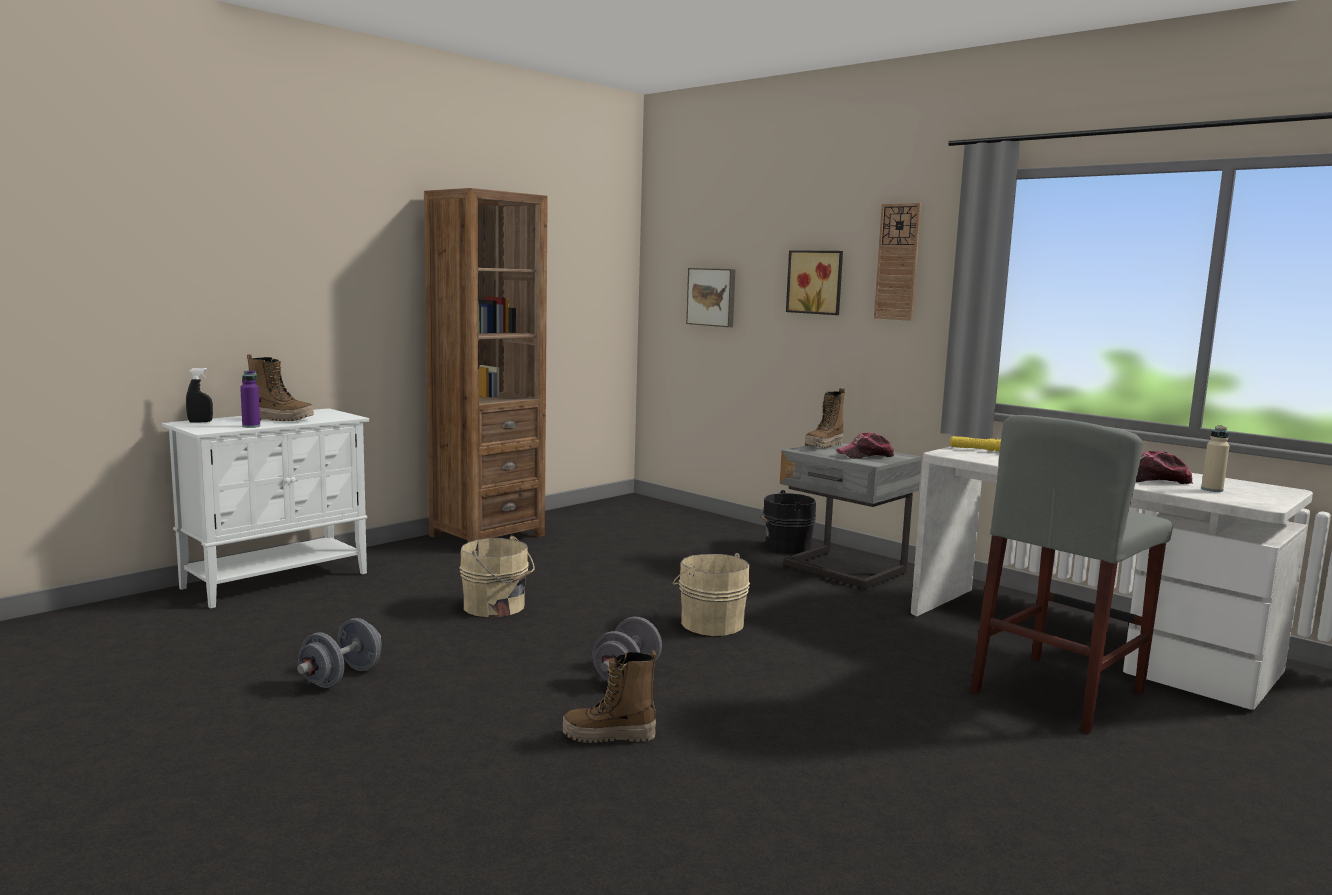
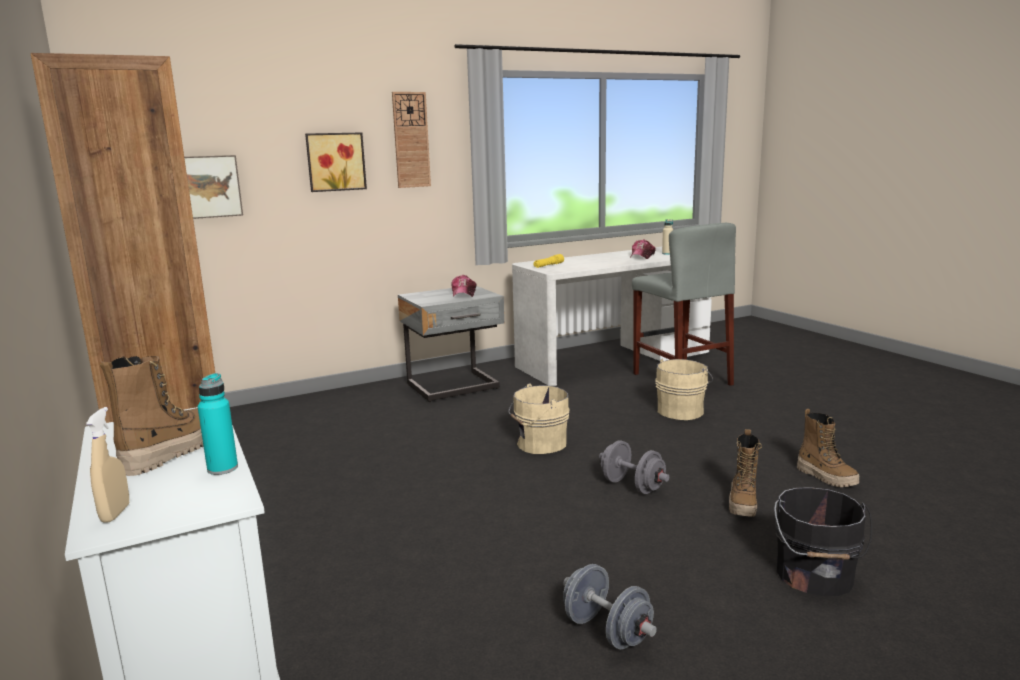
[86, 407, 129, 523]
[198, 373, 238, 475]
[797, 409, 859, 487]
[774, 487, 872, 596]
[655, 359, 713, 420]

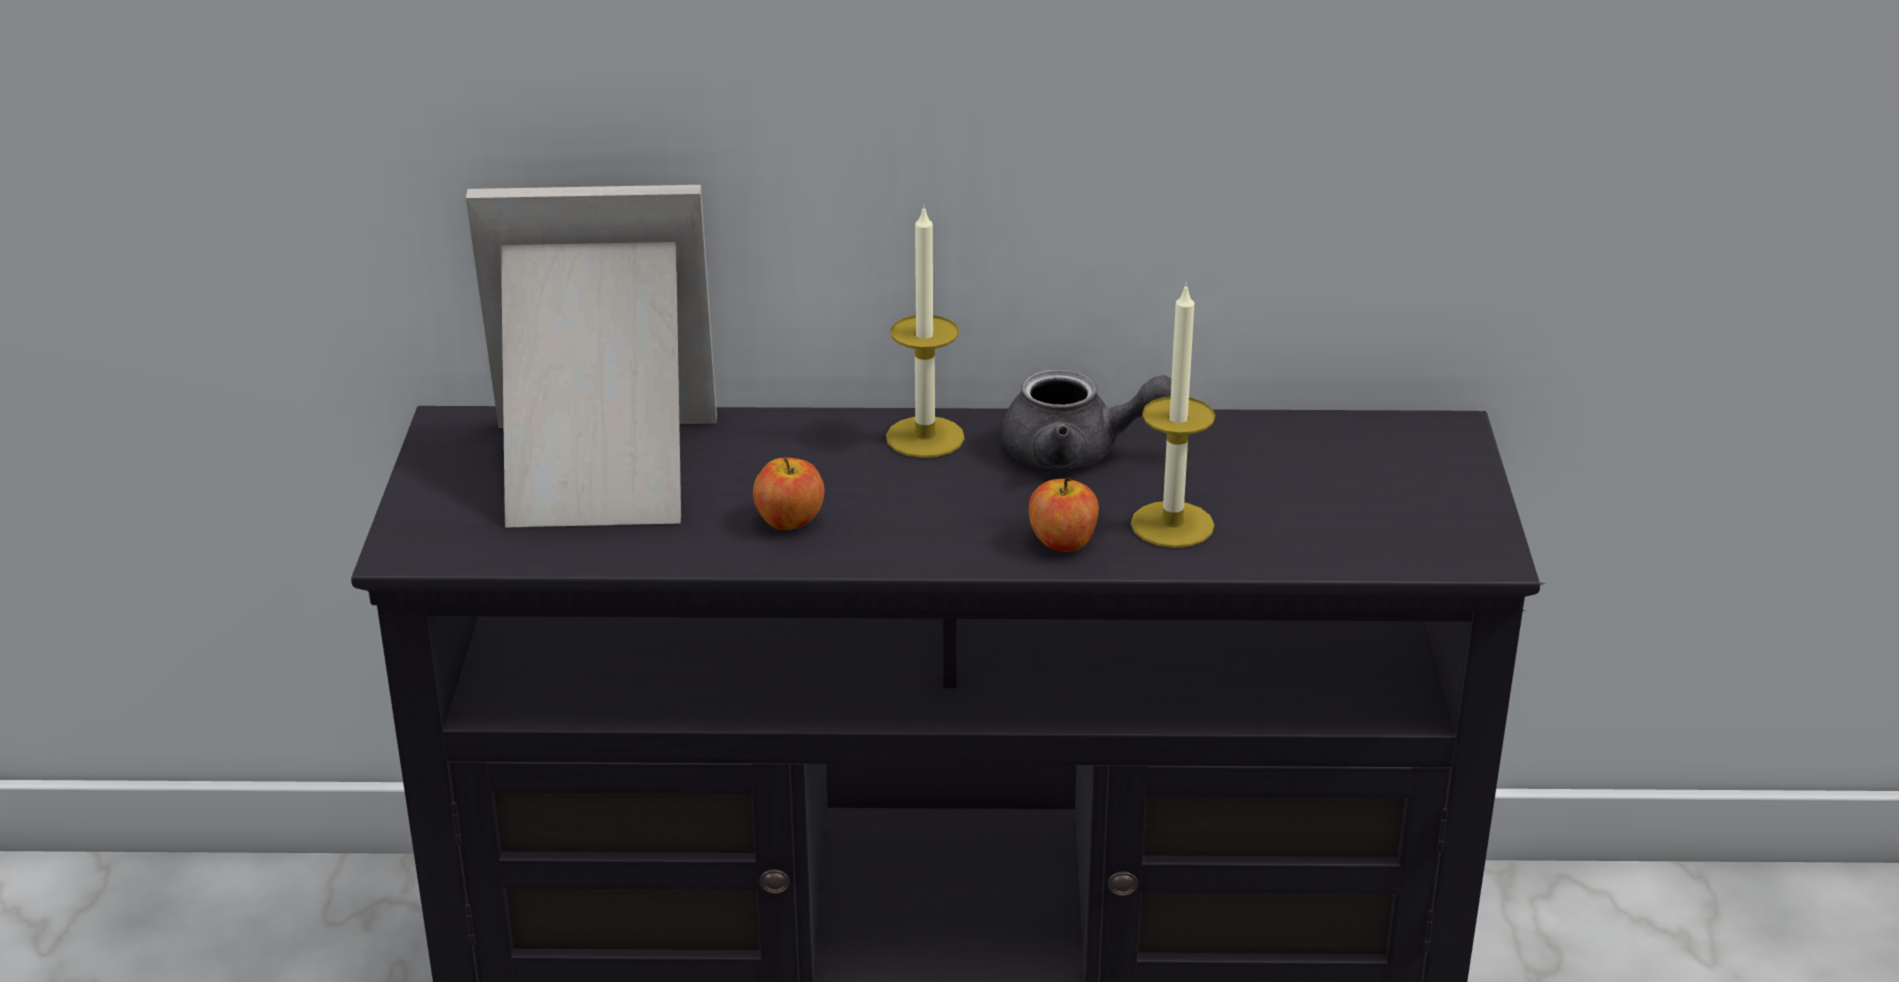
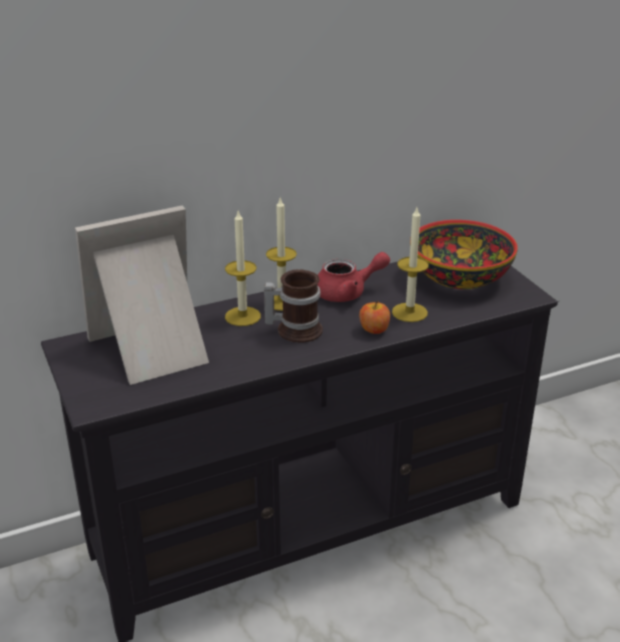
[318, 252, 390, 302]
[753, 457, 824, 530] (first image)
[225, 211, 261, 326]
[410, 220, 518, 290]
[264, 269, 323, 343]

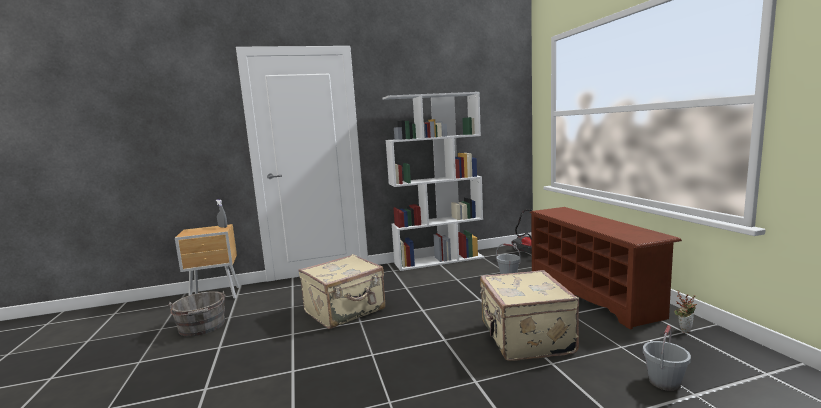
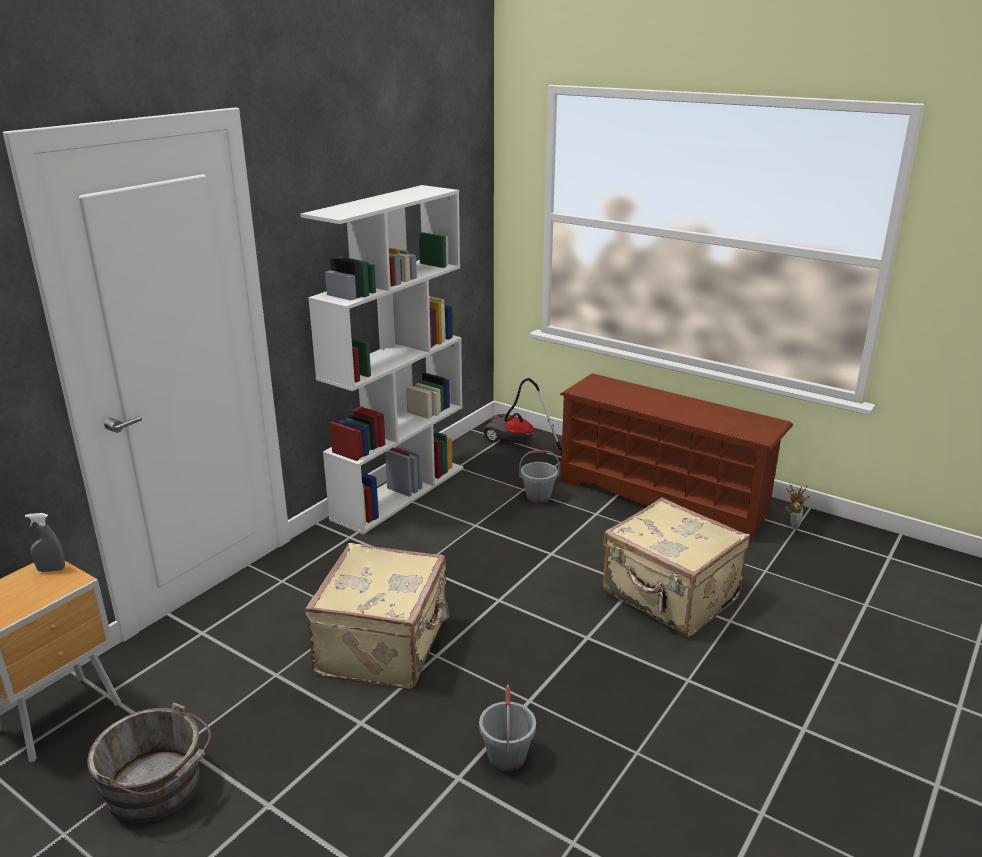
[479, 685, 536, 772]

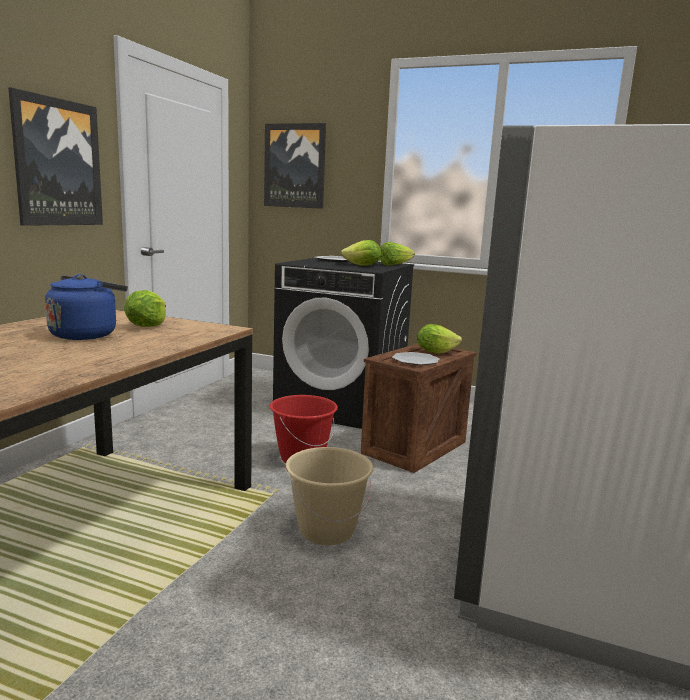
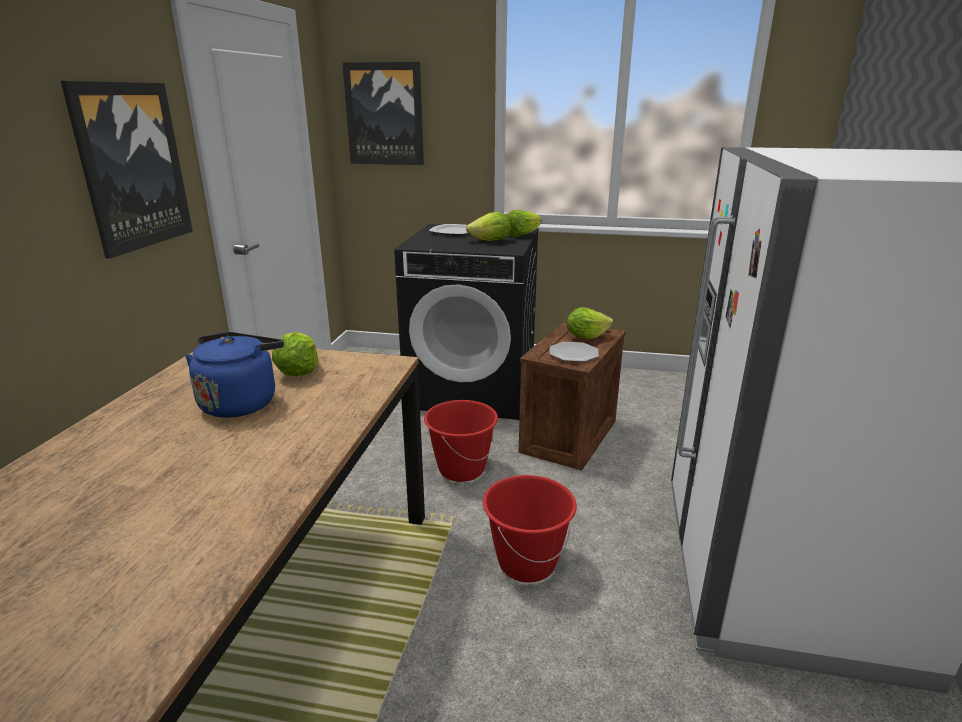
[483, 475, 577, 582]

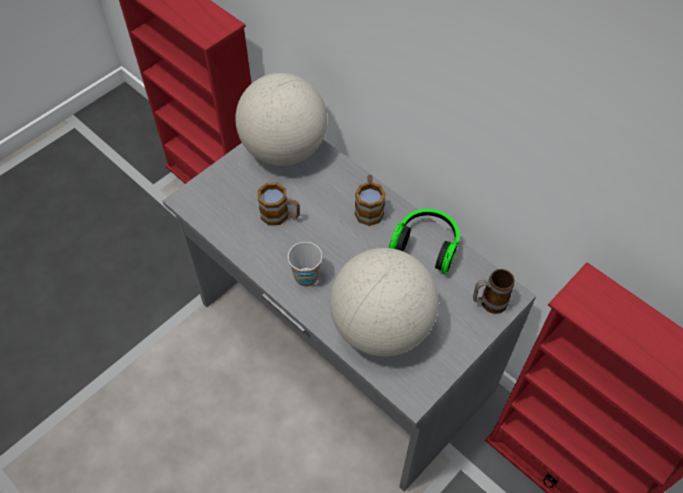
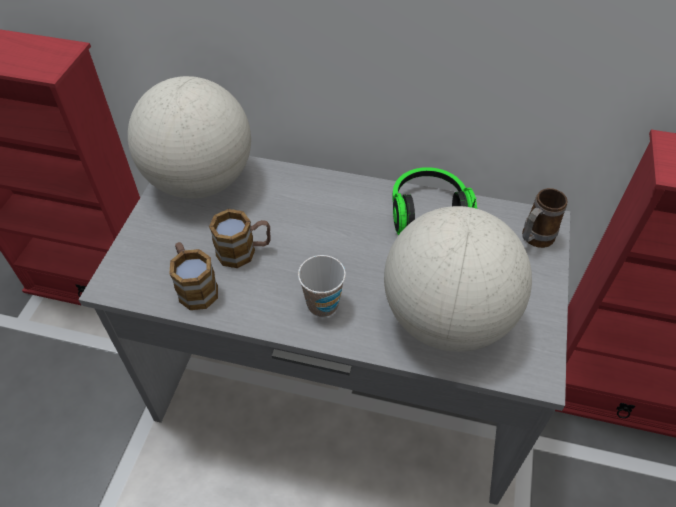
[169, 242, 218, 310]

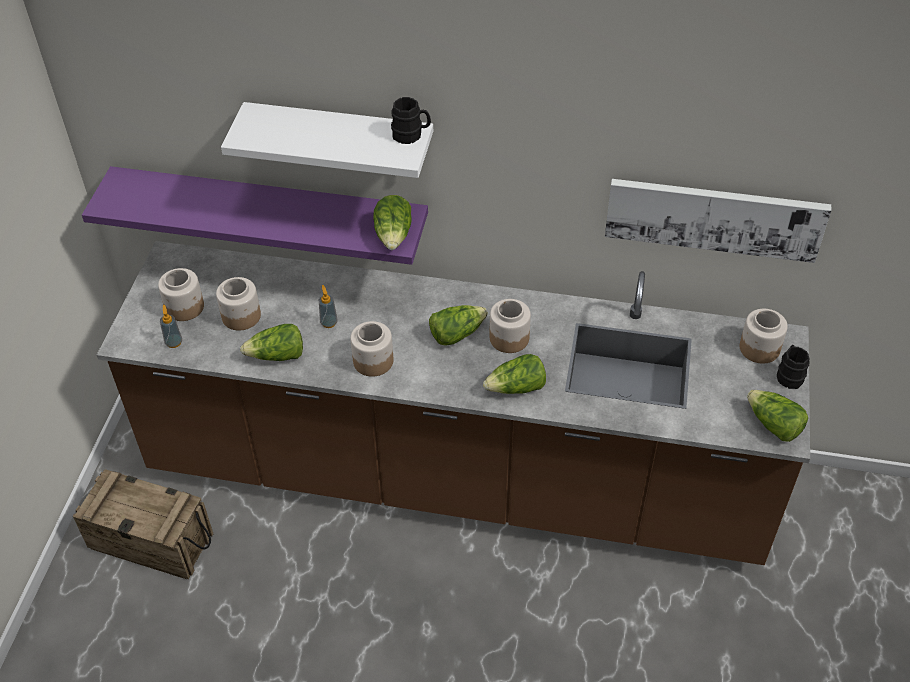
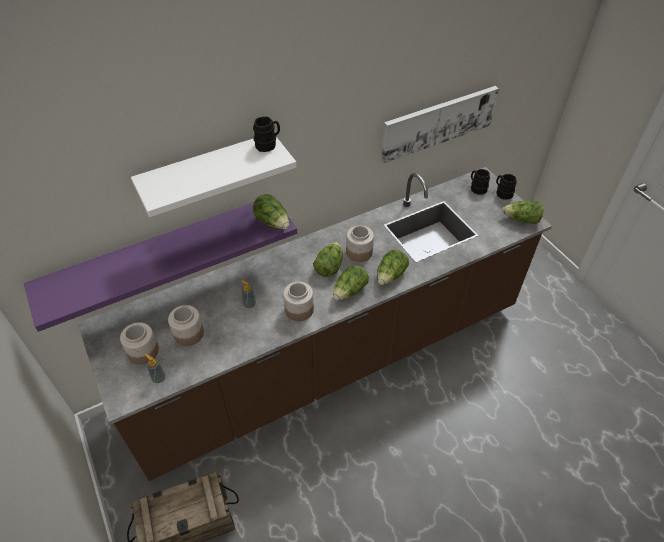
[471, 169, 490, 195]
[333, 265, 369, 300]

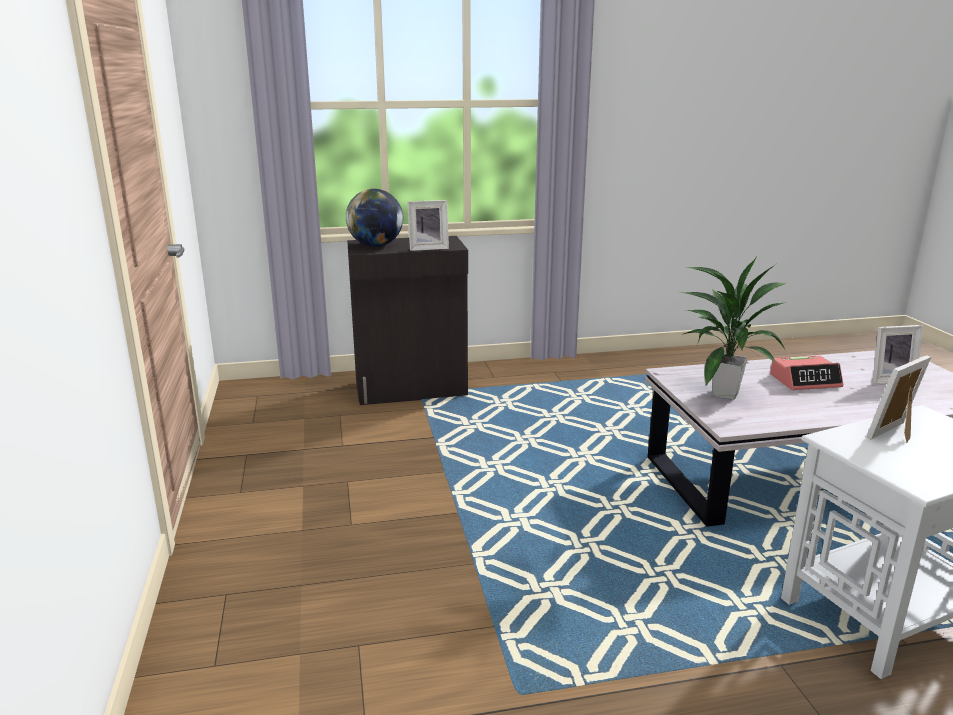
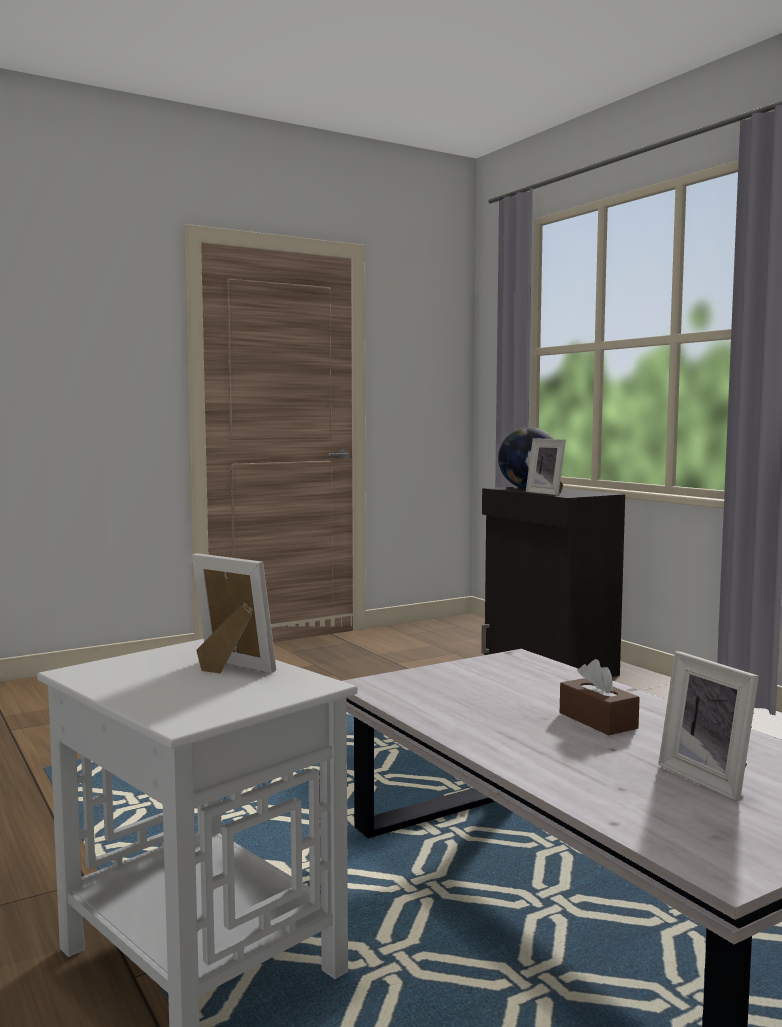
[680, 258, 788, 400] (first image)
[560, 659, 640, 735]

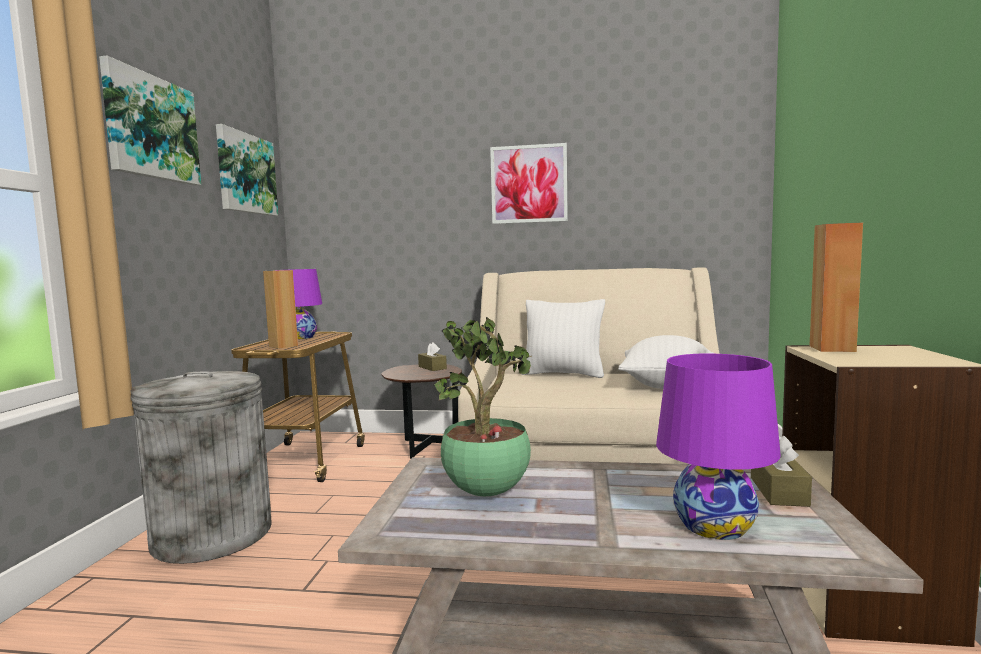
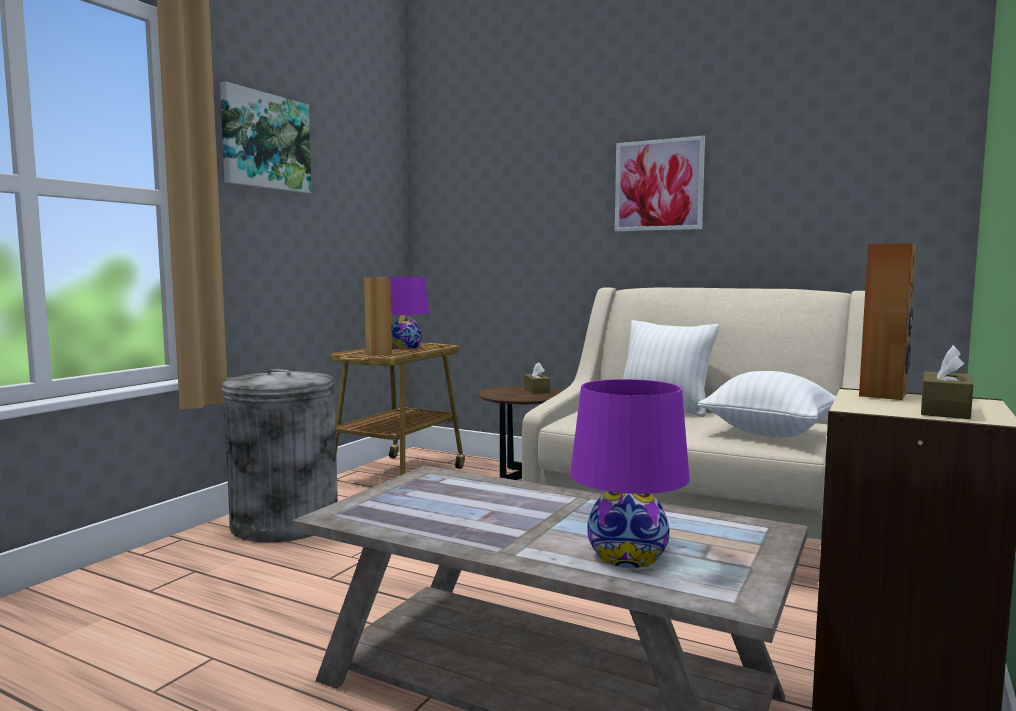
[216, 124, 278, 216] (first image)
[433, 317, 532, 496] (first image)
[921, 345, 973, 419]

